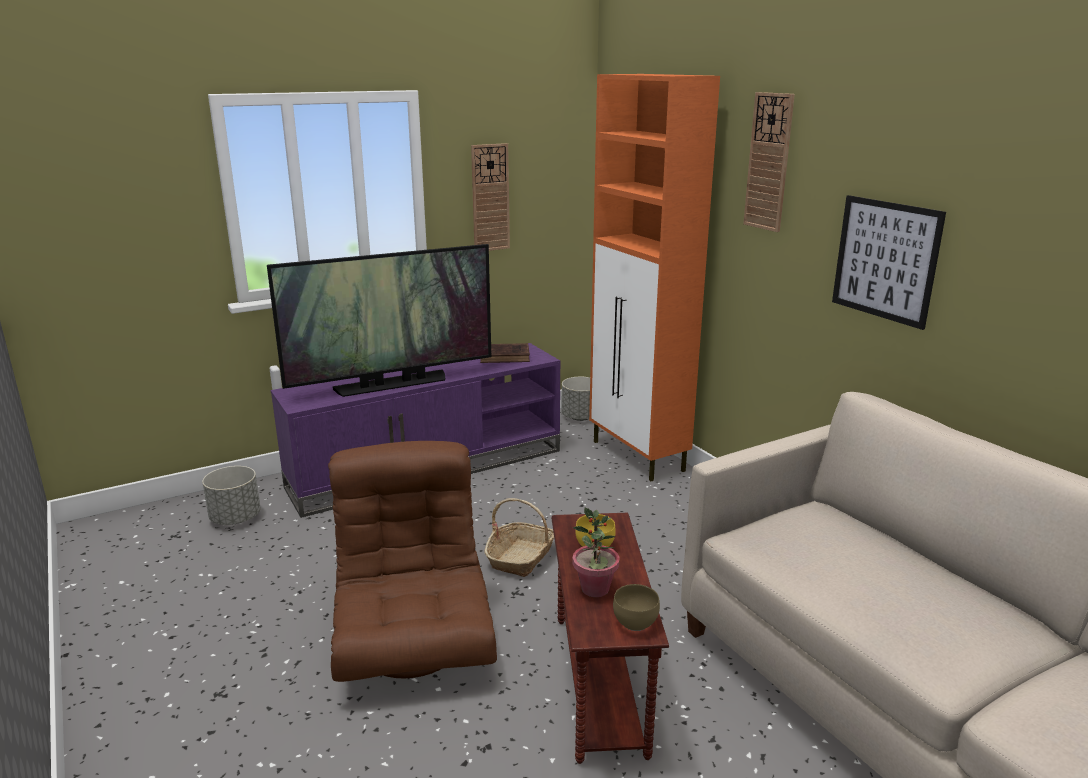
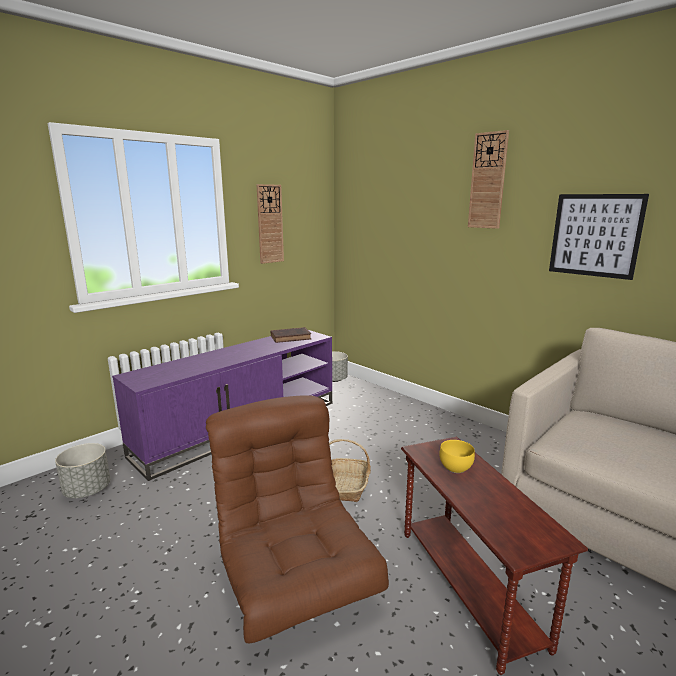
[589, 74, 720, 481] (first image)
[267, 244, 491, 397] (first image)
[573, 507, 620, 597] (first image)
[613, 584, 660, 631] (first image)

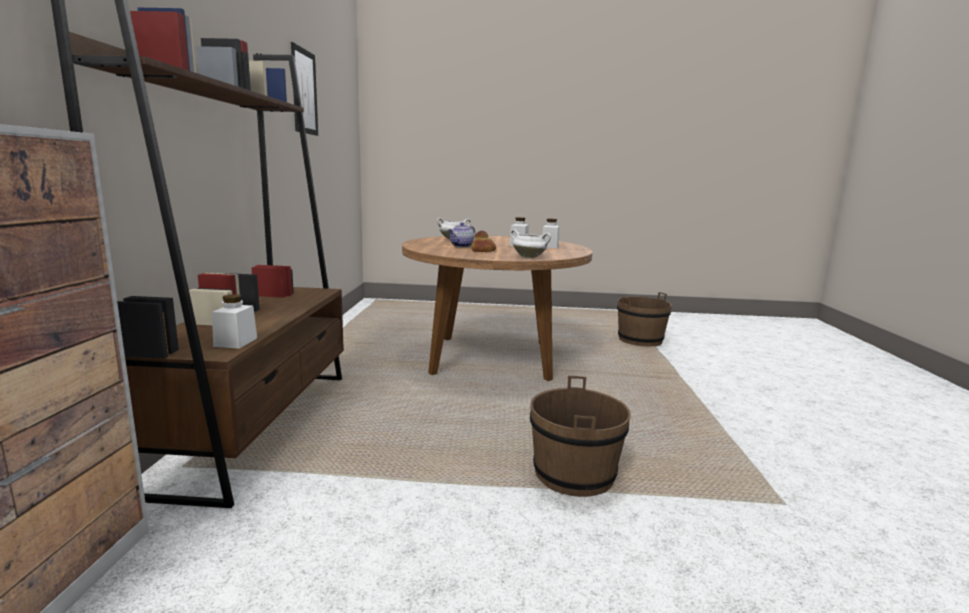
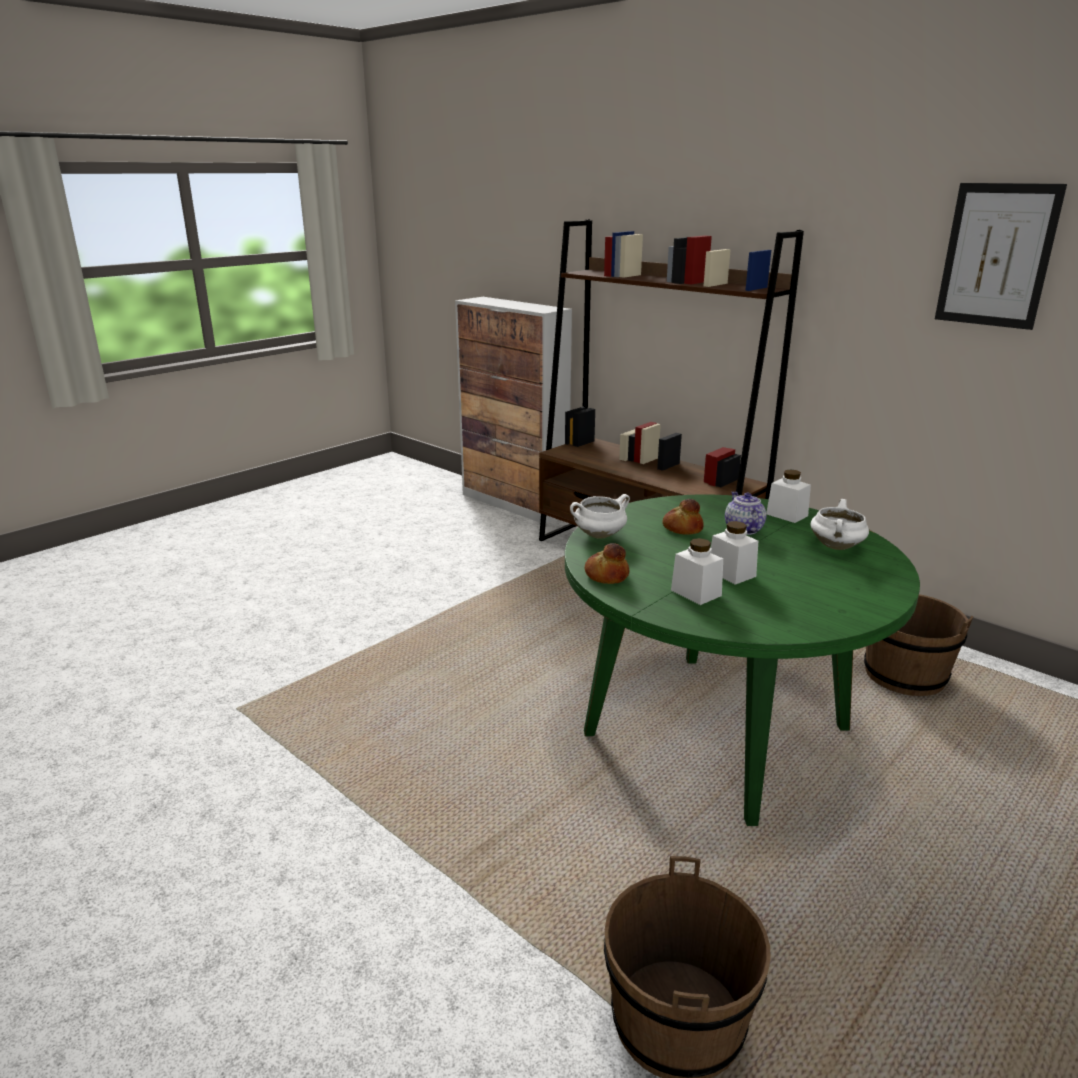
[565, 494, 920, 826]
[766, 469, 811, 523]
[864, 594, 974, 696]
[585, 543, 629, 584]

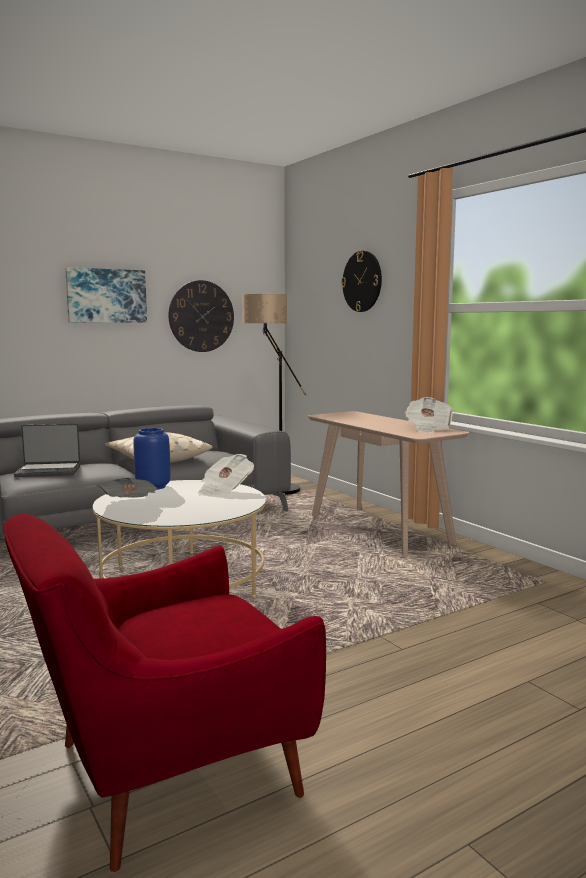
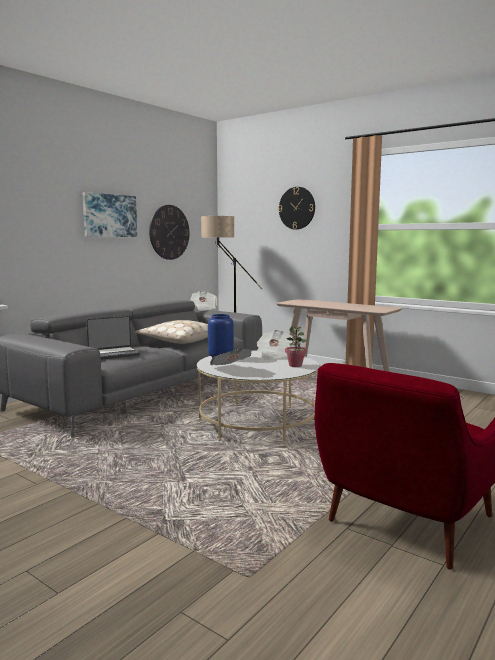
[190, 291, 217, 311]
[285, 325, 307, 367]

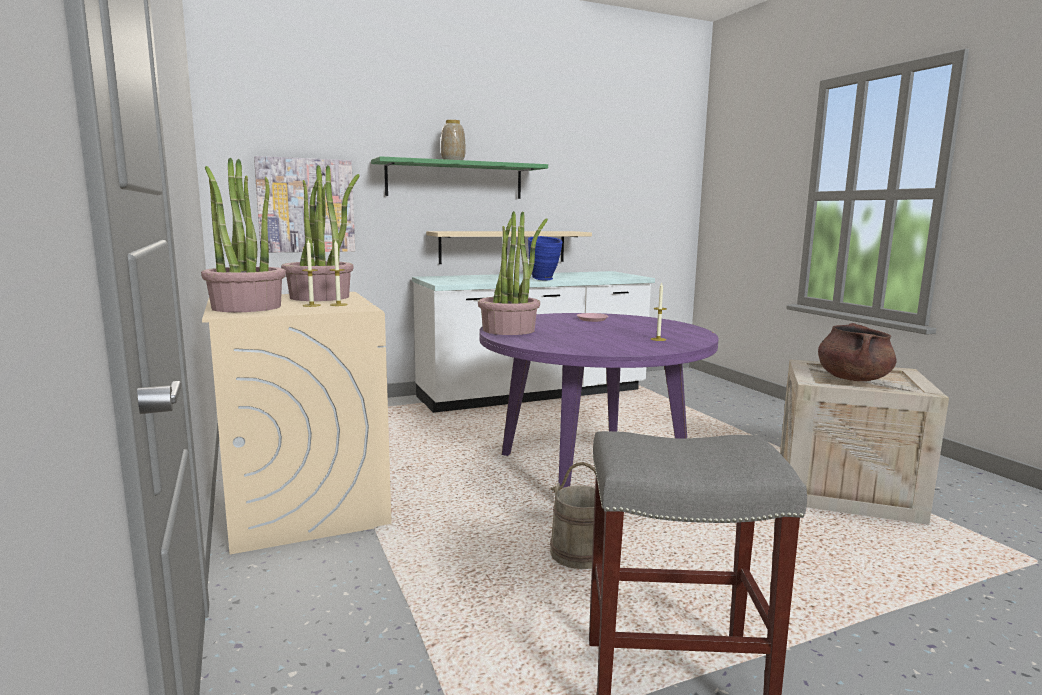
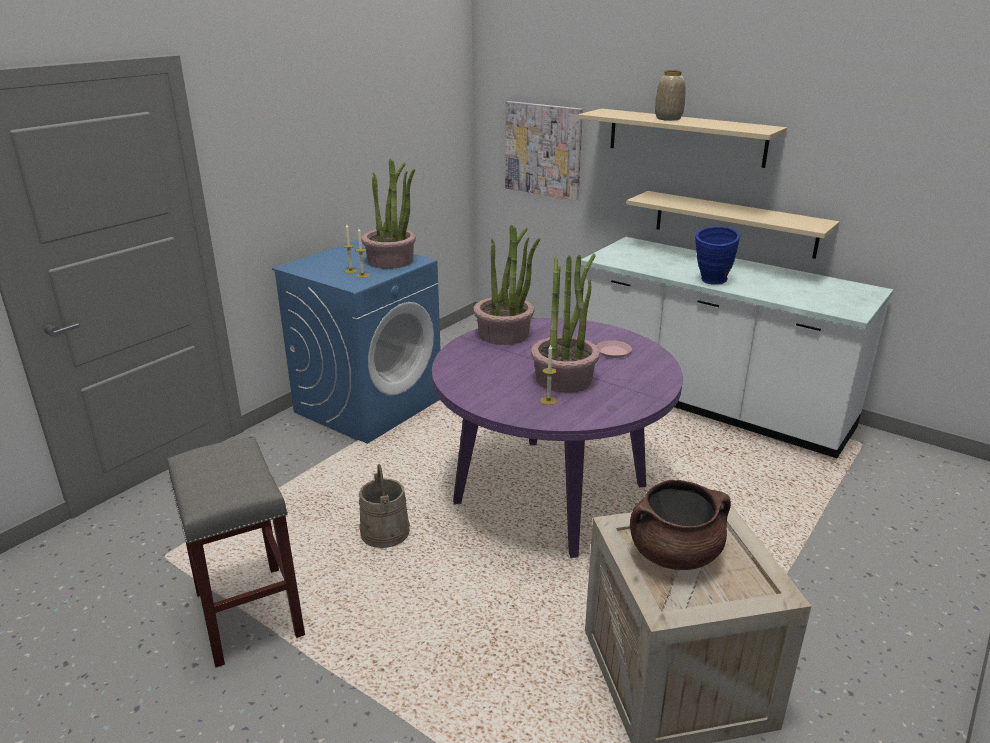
[578, 109, 787, 168]
[531, 254, 600, 393]
[272, 240, 441, 444]

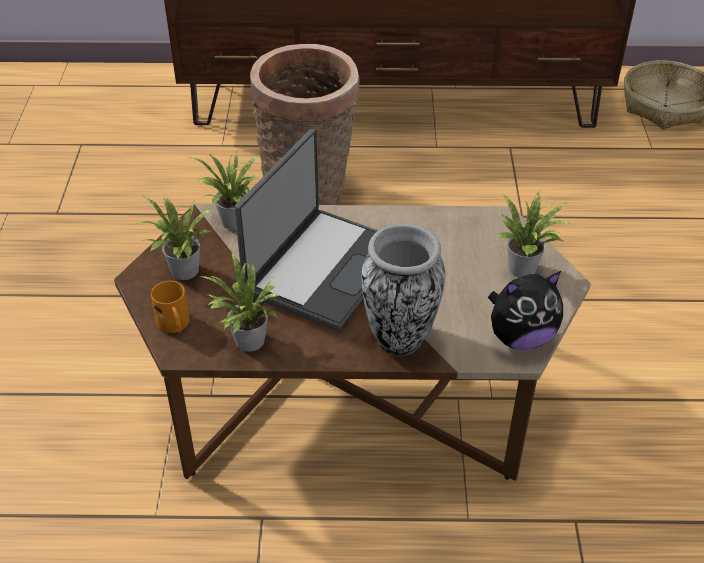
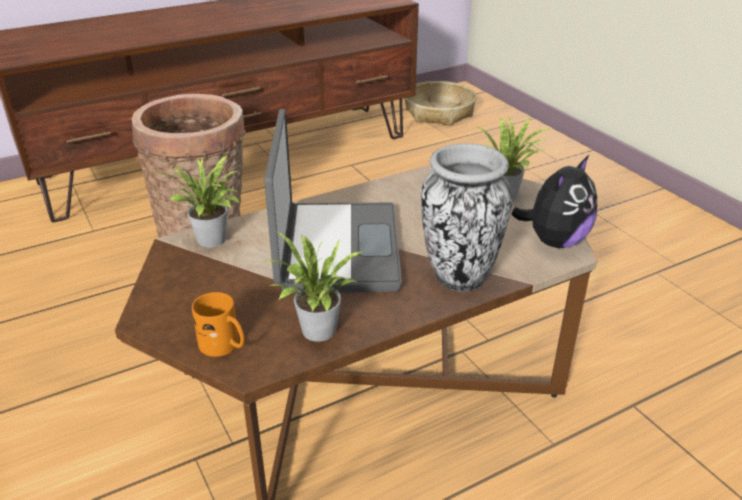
[136, 196, 214, 280] (first image)

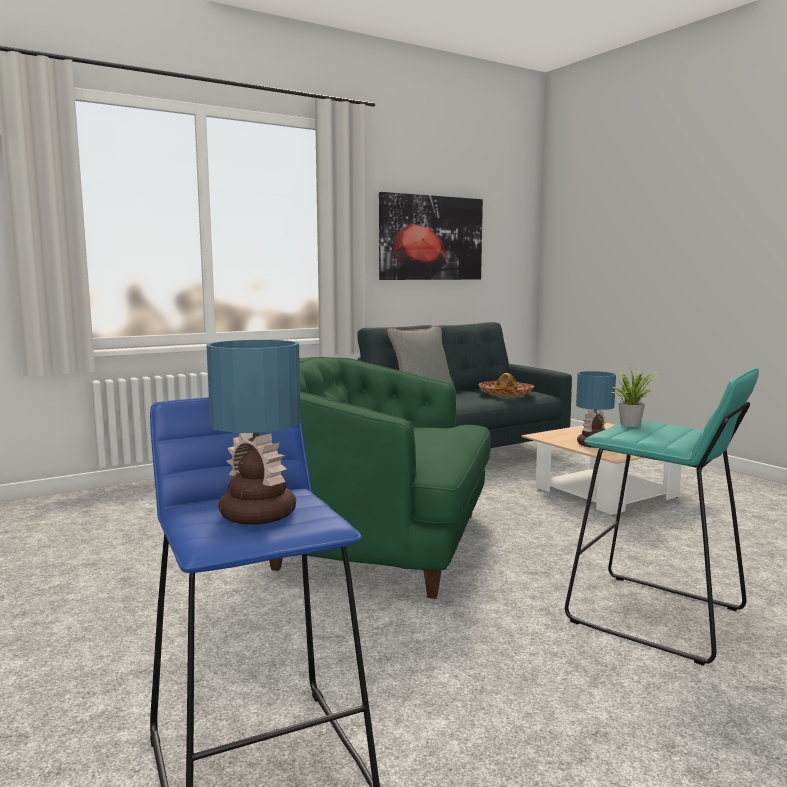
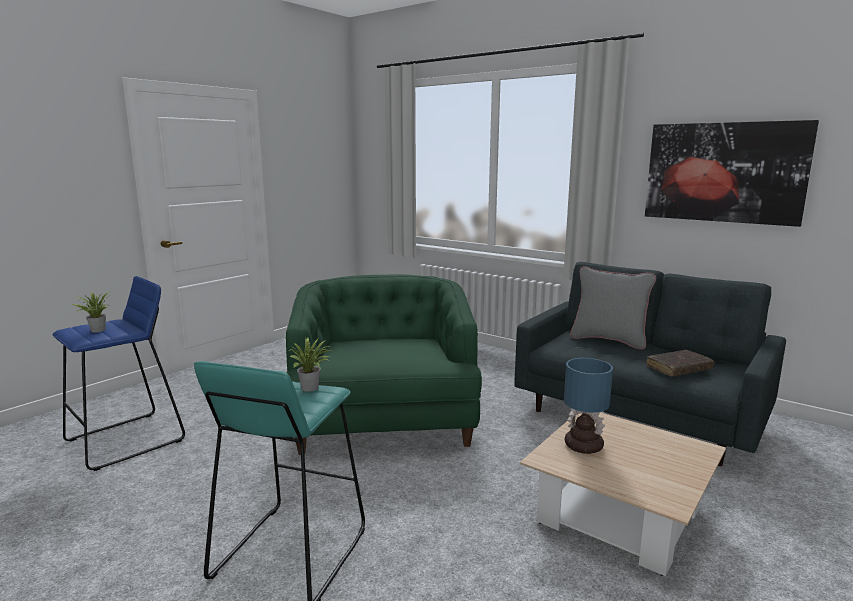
[71, 291, 112, 333]
[646, 350, 714, 377]

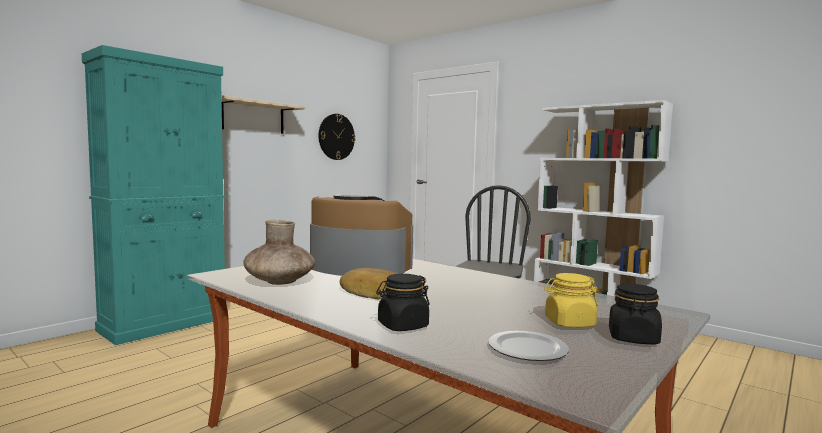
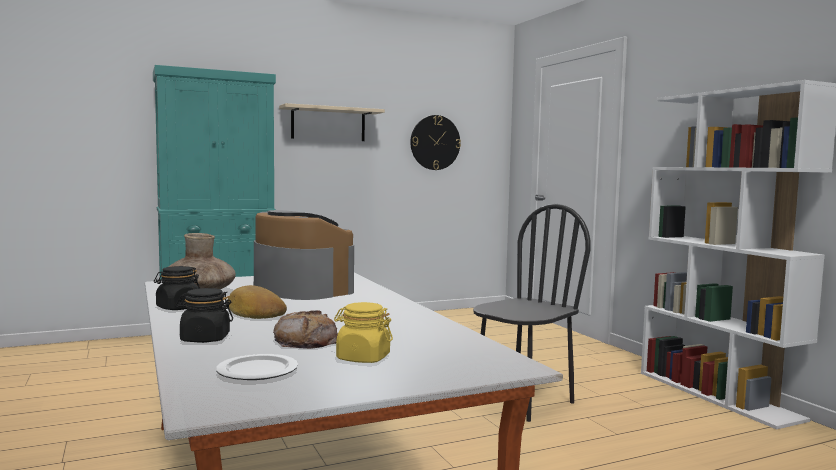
[154, 266, 200, 310]
[273, 310, 338, 349]

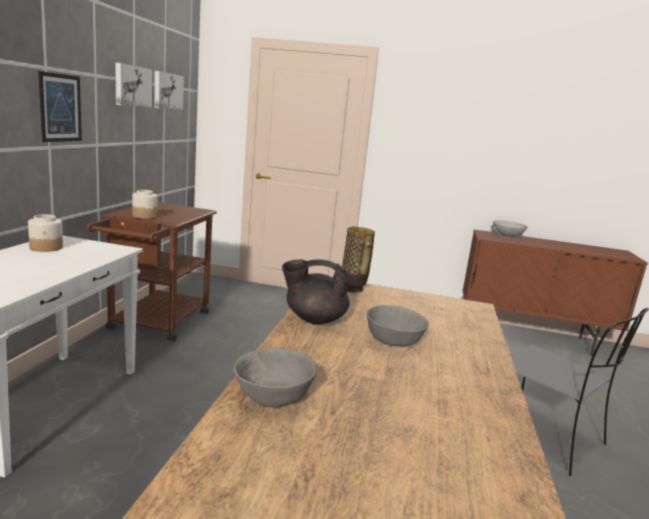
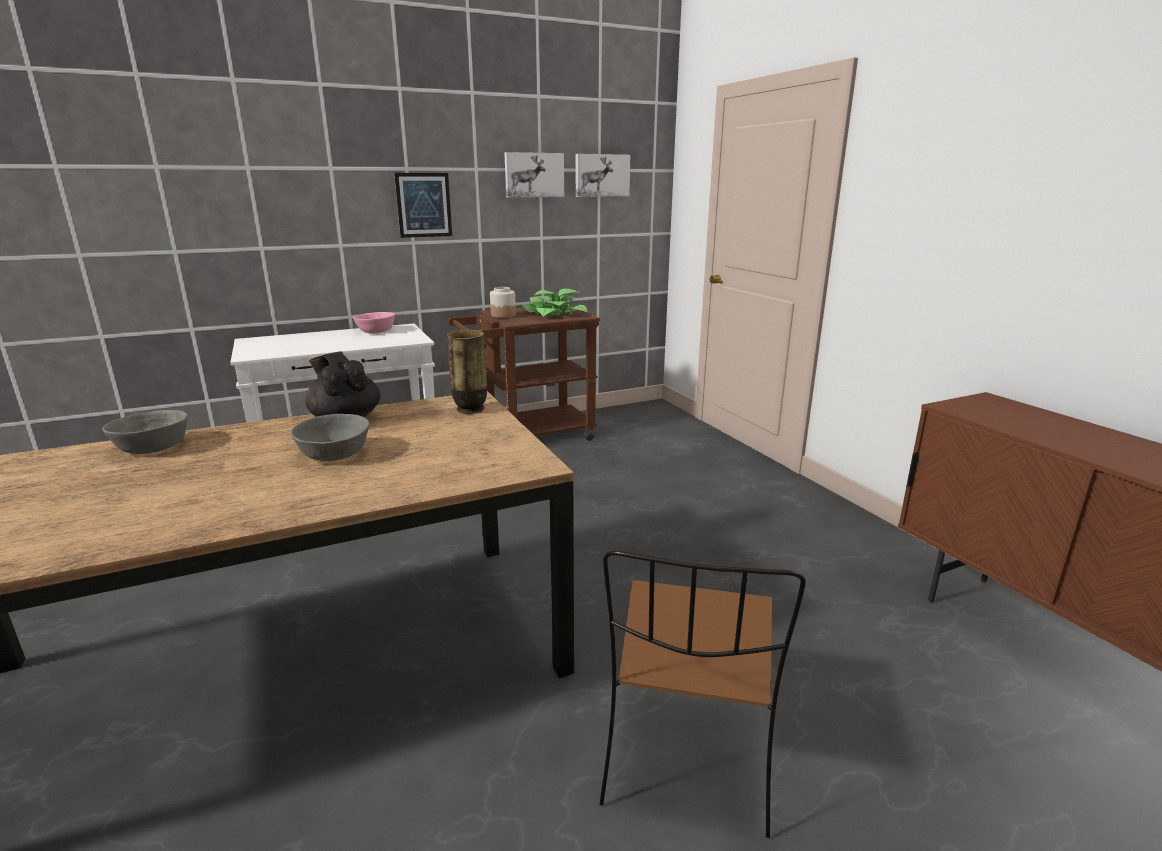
[353, 312, 395, 333]
[493, 220, 527, 238] (first image)
[600, 550, 806, 838]
[522, 289, 587, 317]

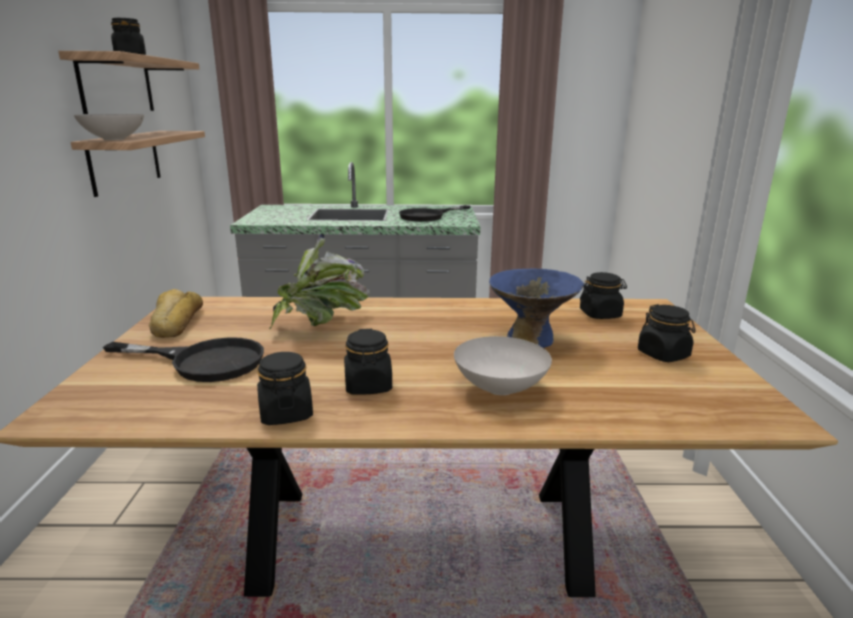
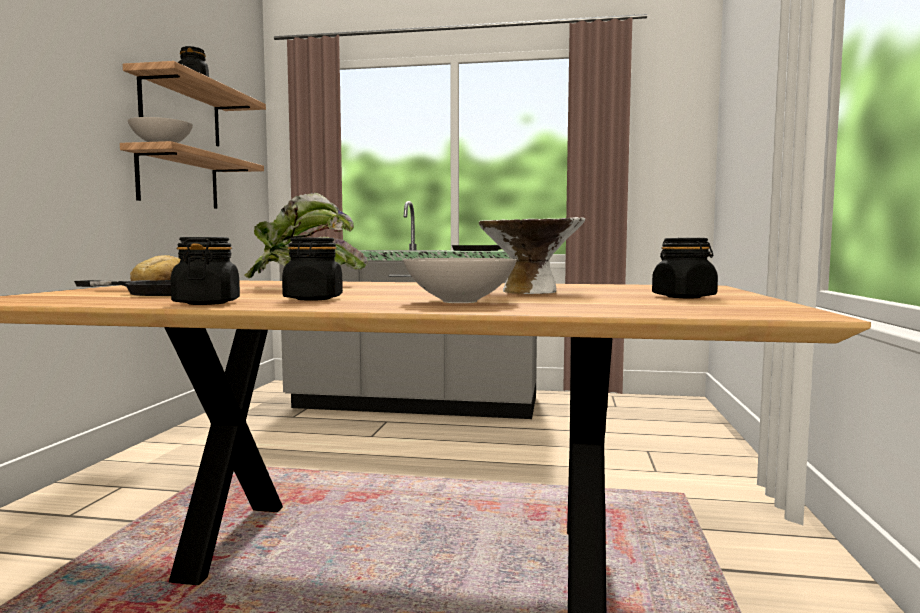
[479, 217, 585, 294]
[580, 272, 627, 319] (first image)

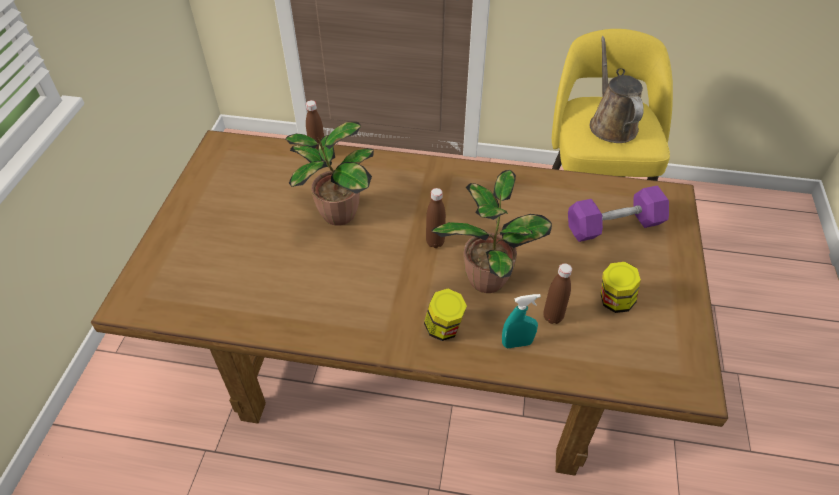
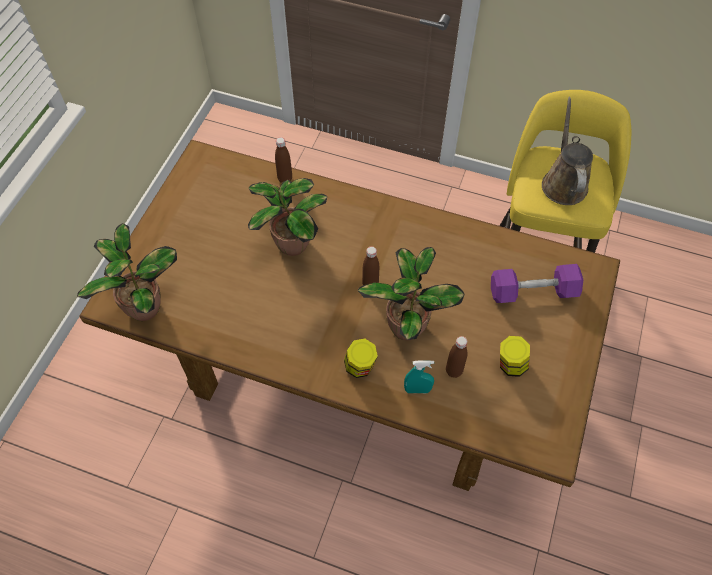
[77, 223, 177, 321]

